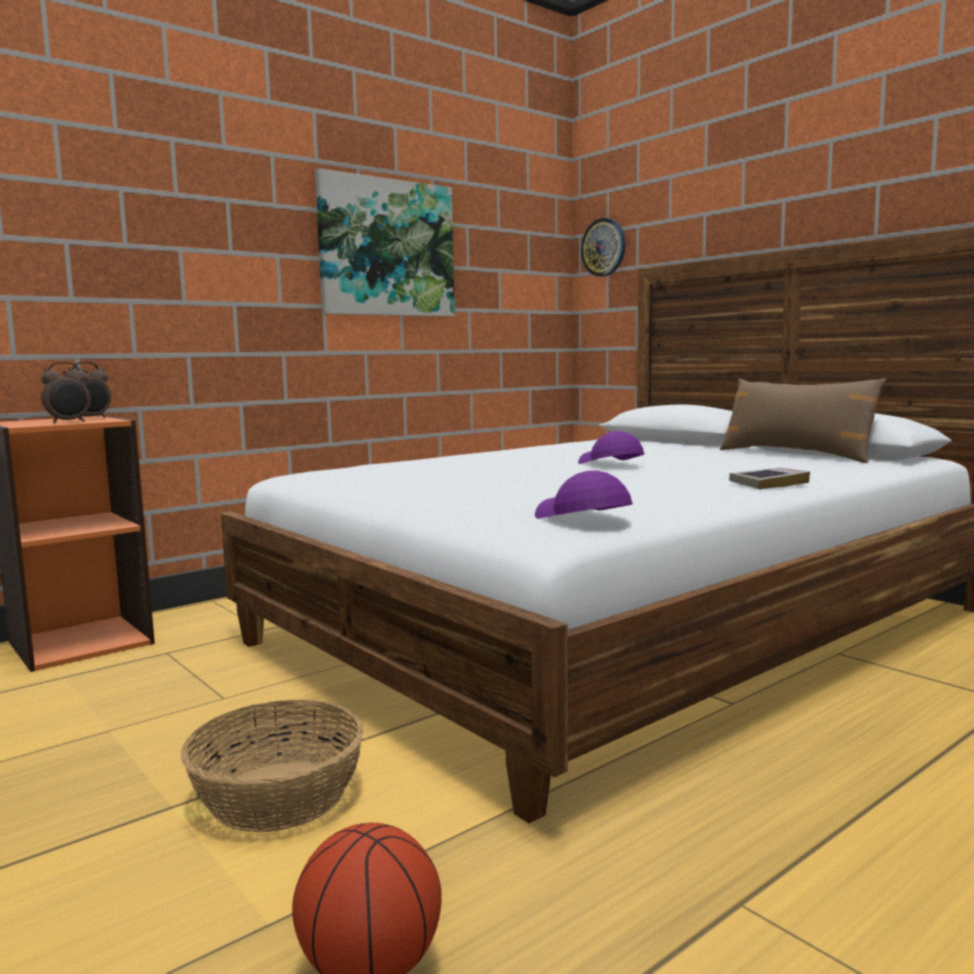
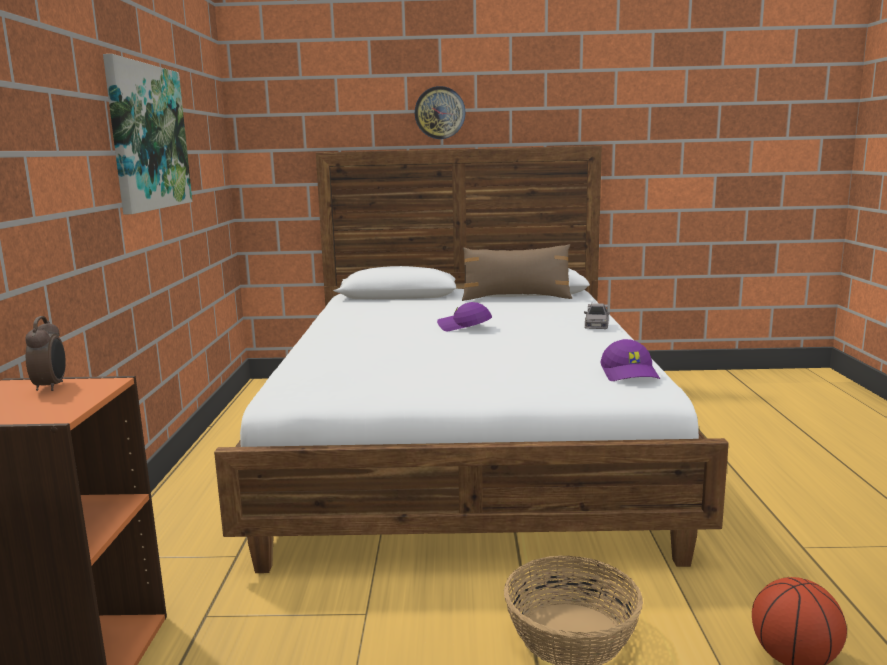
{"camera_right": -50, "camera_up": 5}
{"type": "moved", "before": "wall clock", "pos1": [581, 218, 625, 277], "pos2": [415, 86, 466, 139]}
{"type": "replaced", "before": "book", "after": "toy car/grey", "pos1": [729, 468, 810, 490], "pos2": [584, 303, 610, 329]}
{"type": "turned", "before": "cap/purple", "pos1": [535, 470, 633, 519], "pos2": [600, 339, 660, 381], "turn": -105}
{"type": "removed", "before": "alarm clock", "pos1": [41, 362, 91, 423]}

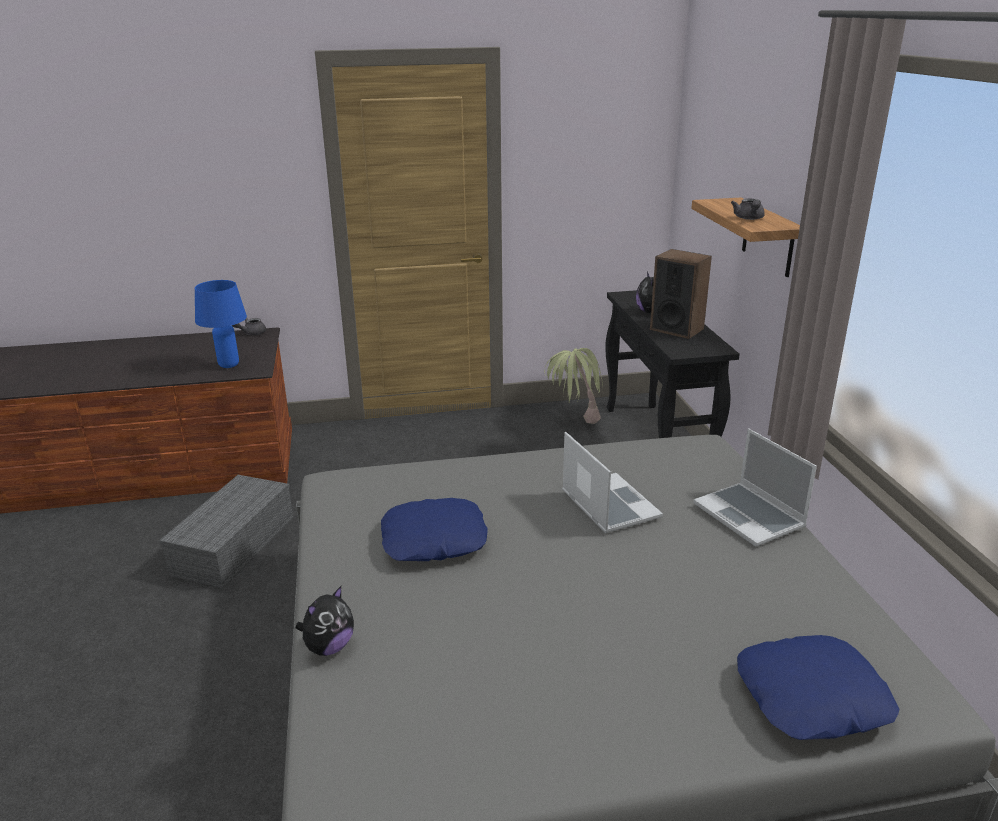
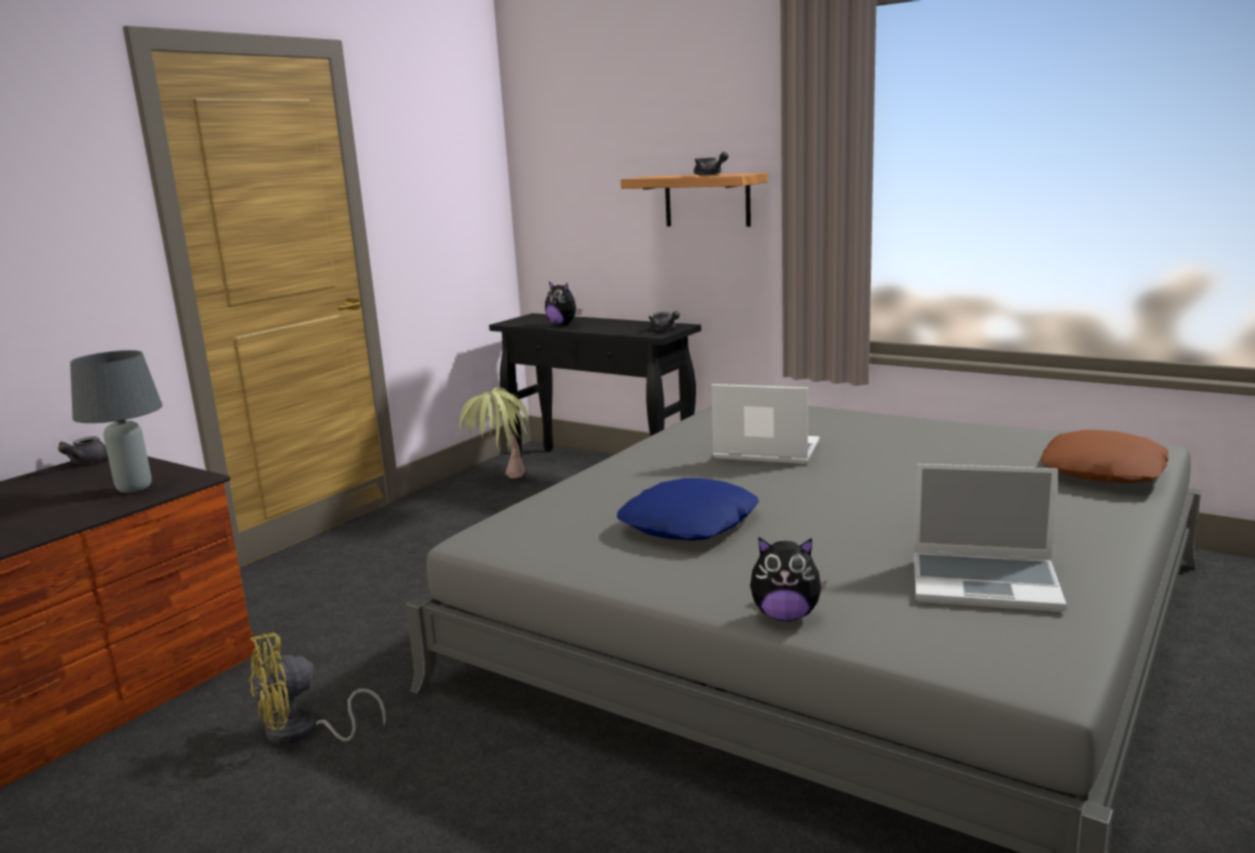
{"camera_right": -45, "camera_up": -10}
{"type": "recoloured", "before": "table lamp/blue", "after": "table lamp/grey", "pos1": [195, 280, 247, 368], "pos2": [70, 350, 162, 493]}
{"type": "replaced", "before": "storage box/grey", "after": "fan/yellow", "pos1": [159, 475, 293, 588], "pos2": [249, 633, 386, 744]}
{"type": "added", "after": "teapot/grey", "pos2": [649, 311, 680, 330]}
{"type": "turned", "before": "plush toy", "pos1": [296, 586, 354, 656], "pos2": [750, 537, 827, 621], "turn": 105}
{"type": "moved", "before": "laptop", "pos1": [694, 428, 817, 546], "pos2": [914, 464, 1066, 612]}
{"type": "recoloured", "before": "pillow/blue", "after": "pillow/brown", "pos1": [737, 635, 899, 740], "pos2": [1040, 430, 1169, 483]}
{"type": "removed", "before": "speaker", "pos1": [650, 249, 712, 339]}

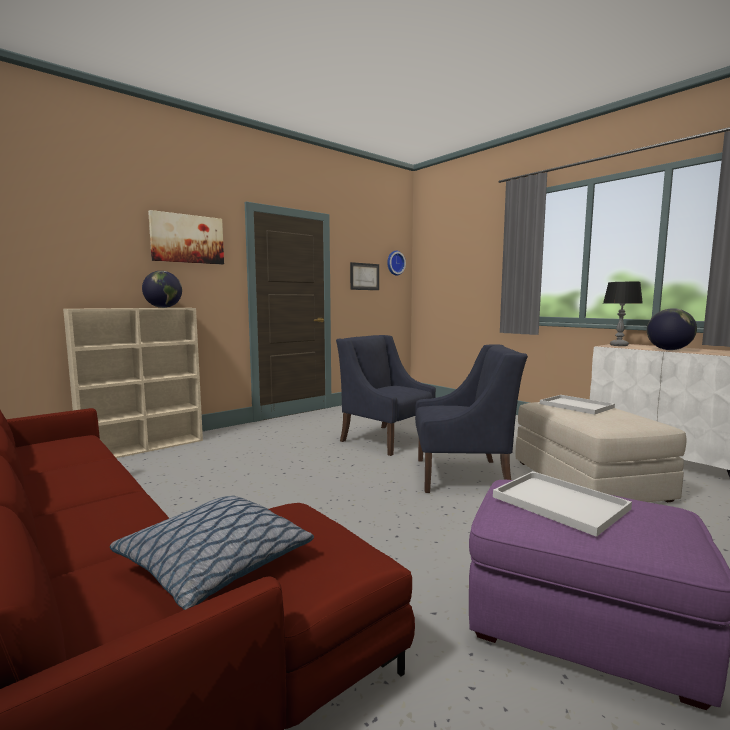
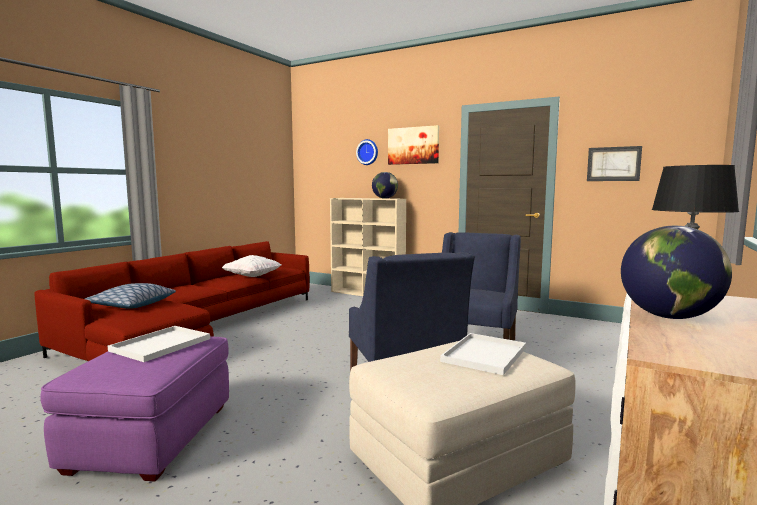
{"camera_right": 70, "camera_up": 0}
{"type": "added", "after": "pillow/white", "pos2": [222, 255, 281, 277]}
{"type": "moved", "before": "wall clock", "pos1": [387, 251, 406, 276], "pos2": [356, 139, 378, 165]}

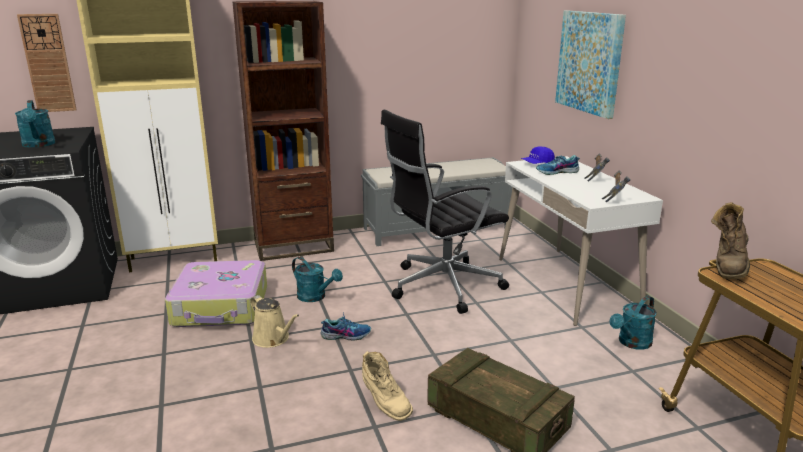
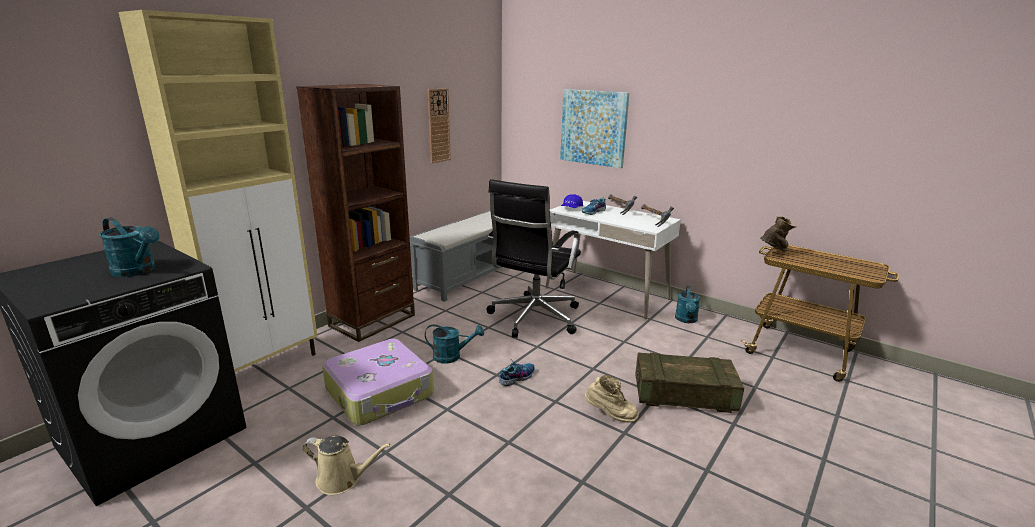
{"camera_right": -35, "camera_up": 0}
{"type": "moved", "before": "watering can/beige", "pos1": [250, 295, 299, 348], "pos2": [302, 435, 391, 495]}
{"type": "moved", "before": "wall clock", "pos1": [17, 14, 77, 112], "pos2": [427, 88, 451, 163]}
{"type": "turned", "before": "boot/brown", "pos1": [711, 202, 750, 279], "pos2": [760, 217, 797, 252], "turn": -120}

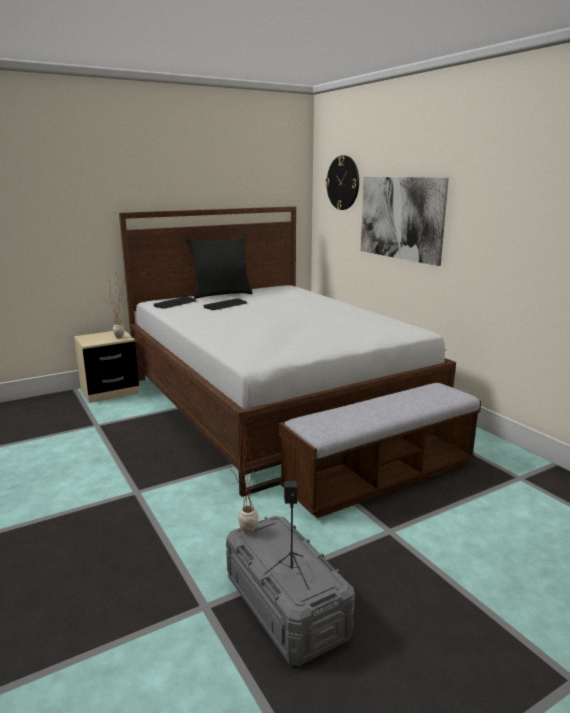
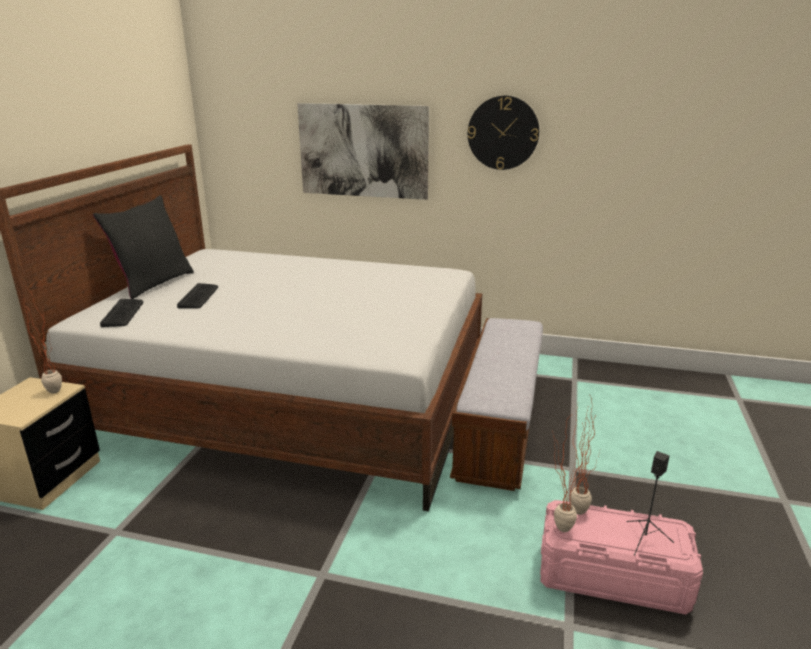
{"camera_right": -45, "camera_up": 5}
{"type": "moved", "before": "wall clock", "pos1": [325, 155, 359, 210], "pos2": [468, 96, 539, 170]}
{"type": "recoloured", "before": "storage box/grey", "after": "storage box/pink", "pos1": [226, 516, 355, 666], "pos2": [540, 500, 703, 615]}
{"type": "added", "after": "potted plant", "pos2": [570, 398, 599, 515]}

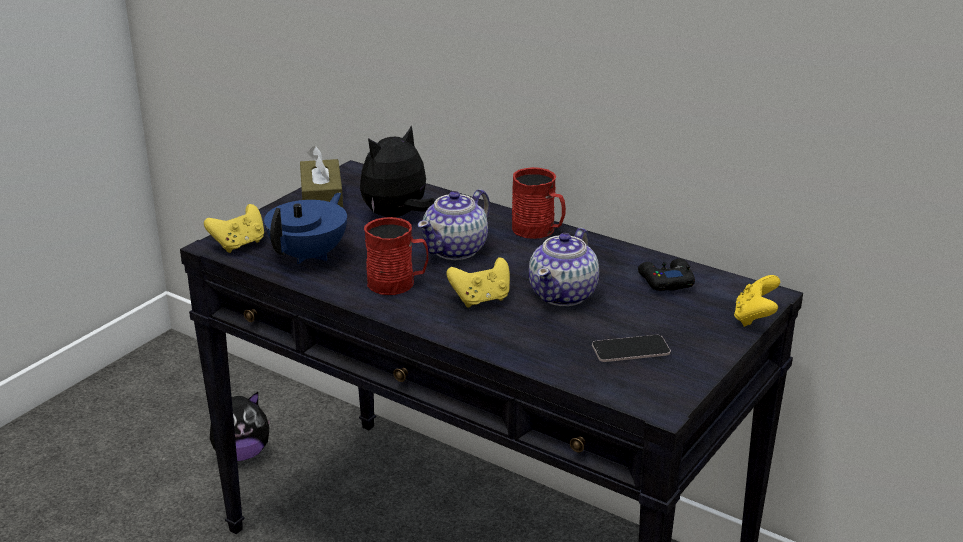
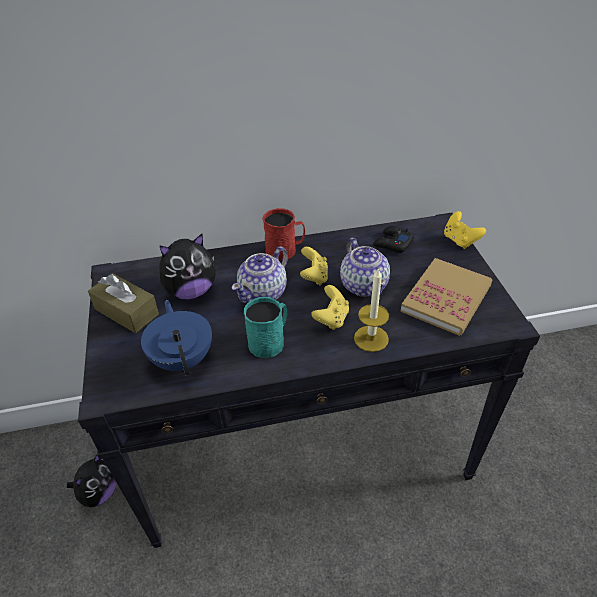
{"camera_right": -45, "camera_up": 15}
{"type": "turned", "before": "plush toy", "pos1": [360, 125, 435, 217], "pos2": [159, 234, 216, 299], "turn": -120}
{"type": "turned", "before": "teapot", "pos1": [418, 189, 490, 260], "pos2": [232, 247, 288, 303], "turn": 45}
{"type": "recoloured", "before": "mug/red", "after": "mug/turquoise", "pos1": [364, 217, 428, 295], "pos2": [244, 297, 287, 358]}
{"type": "moved", "before": "game controller/yellow", "pos1": [204, 204, 264, 253], "pos2": [300, 247, 328, 286]}
{"type": "added", "after": "candle", "pos2": [354, 268, 389, 352]}
{"type": "replaced", "before": "phone", "after": "book", "pos1": [592, 335, 671, 362], "pos2": [400, 258, 493, 336]}

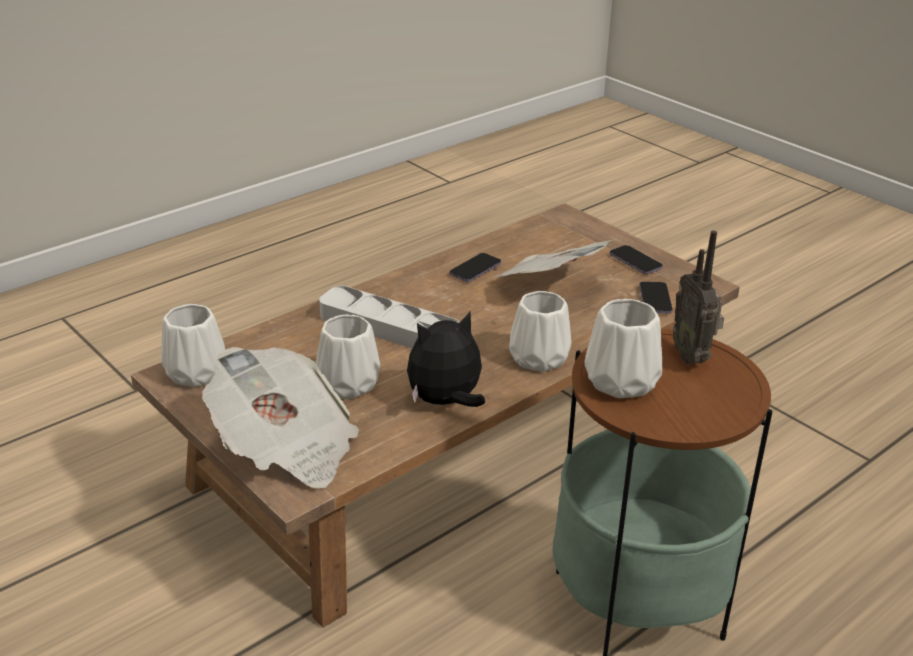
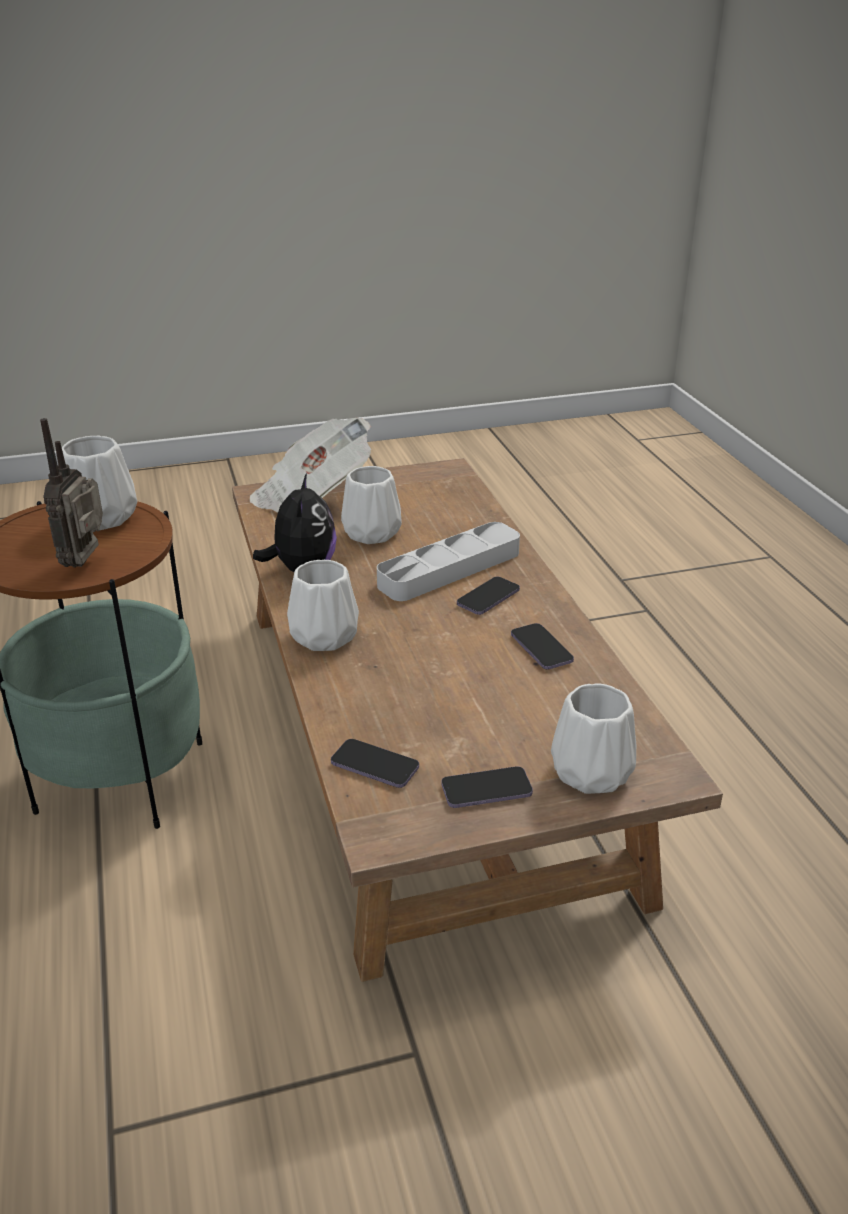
{"camera_right": 115, "camera_up": 0}
{"type": "turned", "before": "radio", "pos1": [673, 230, 724, 365], "pos2": [40, 418, 103, 567], "turn": -90}
{"type": "added", "after": "phone", "pos2": [457, 577, 520, 615]}
{"type": "moved", "before": "vase/white", "pos1": [161, 304, 225, 387], "pos2": [551, 683, 636, 794]}
{"type": "removed", "before": "newspaper", "pos1": [495, 239, 615, 277]}

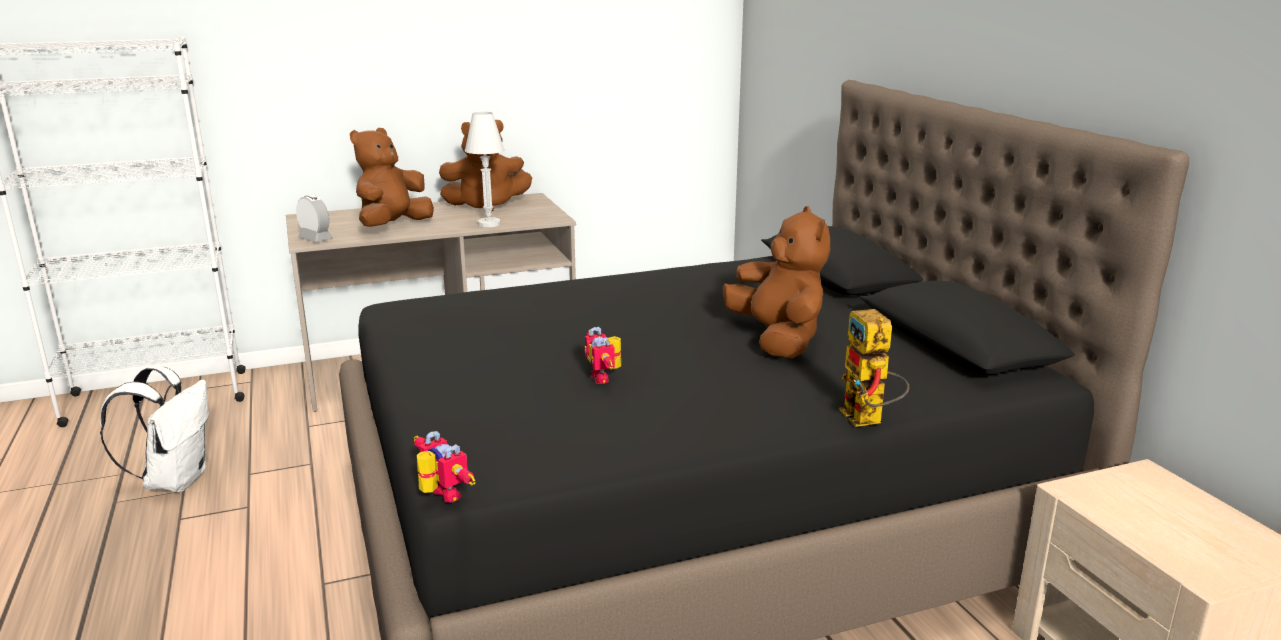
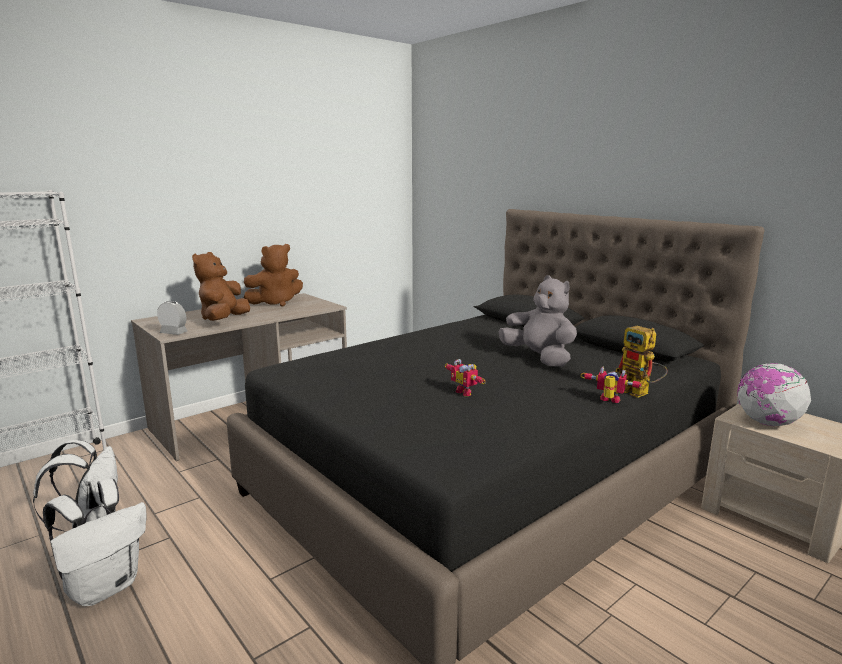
{"camera_right": -20, "camera_up": -5}
{"type": "added", "after": "backpack/white", "pos2": [43, 478, 146, 606]}
{"type": "recoloured", "before": "plush toy/brown", "after": "plush toy/grey", "pos1": [723, 206, 830, 359], "pos2": [499, 275, 577, 367]}
{"type": "moved", "before": "toy robot", "pos1": [414, 431, 476, 503], "pos2": [580, 366, 645, 403]}
{"type": "added", "after": "globe", "pos2": [737, 363, 811, 426]}
{"type": "removed", "before": "table lamp/white", "pos1": [465, 112, 505, 227]}

